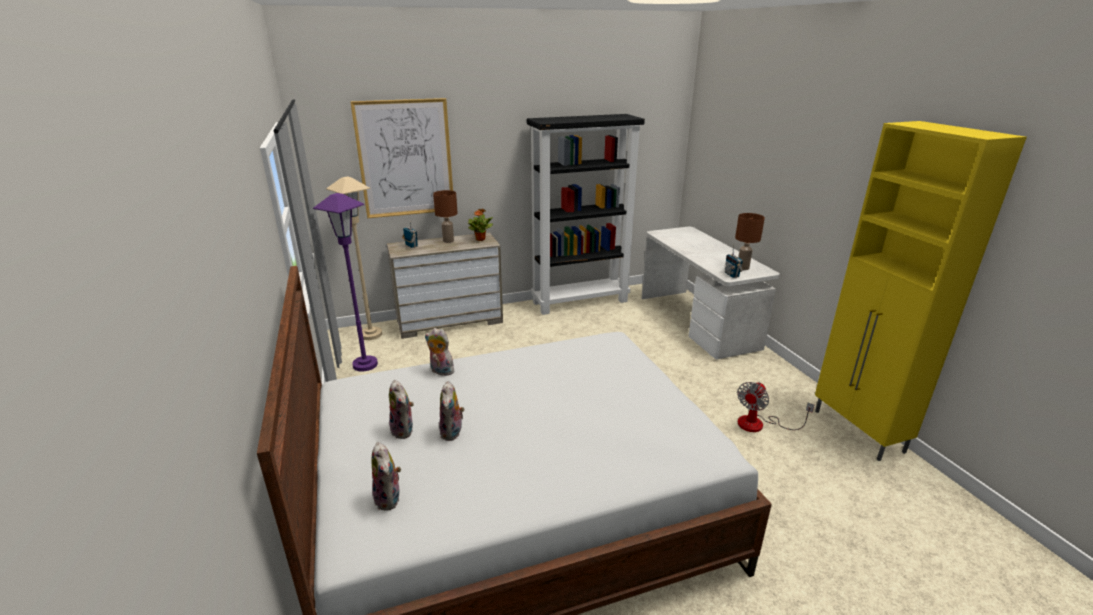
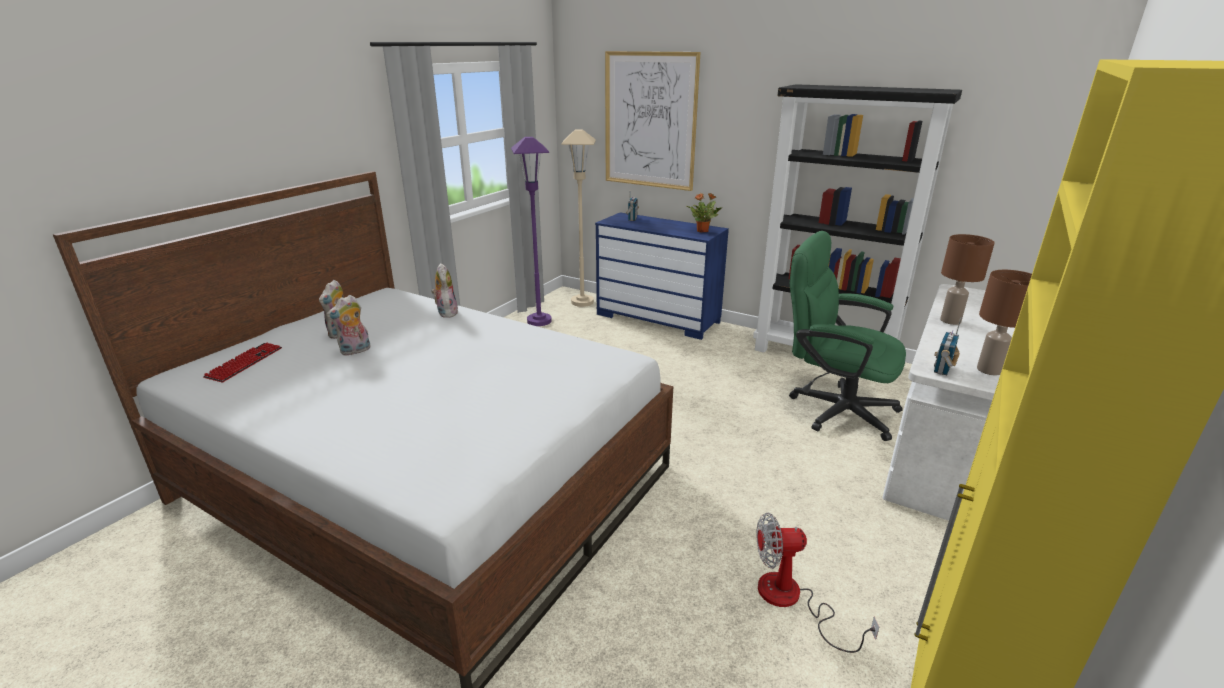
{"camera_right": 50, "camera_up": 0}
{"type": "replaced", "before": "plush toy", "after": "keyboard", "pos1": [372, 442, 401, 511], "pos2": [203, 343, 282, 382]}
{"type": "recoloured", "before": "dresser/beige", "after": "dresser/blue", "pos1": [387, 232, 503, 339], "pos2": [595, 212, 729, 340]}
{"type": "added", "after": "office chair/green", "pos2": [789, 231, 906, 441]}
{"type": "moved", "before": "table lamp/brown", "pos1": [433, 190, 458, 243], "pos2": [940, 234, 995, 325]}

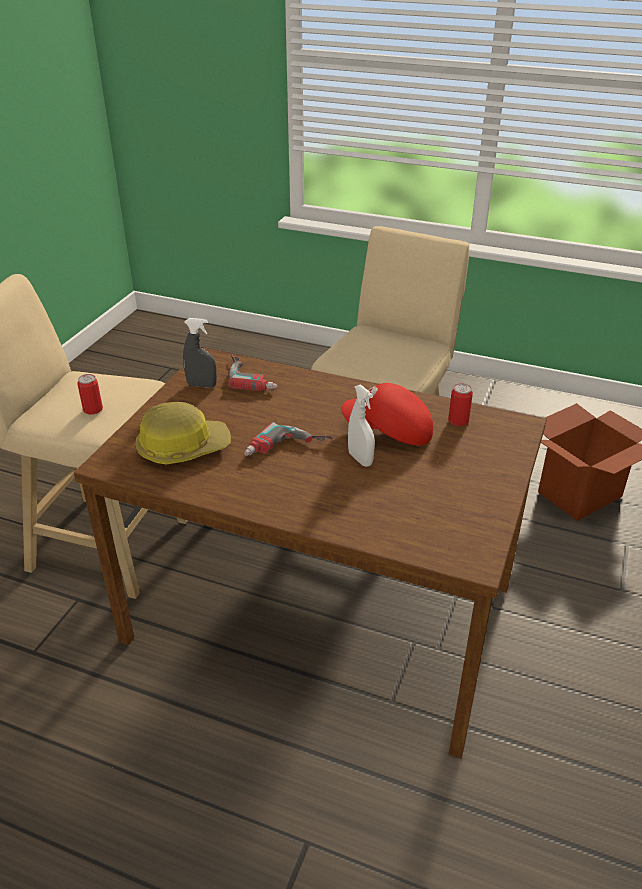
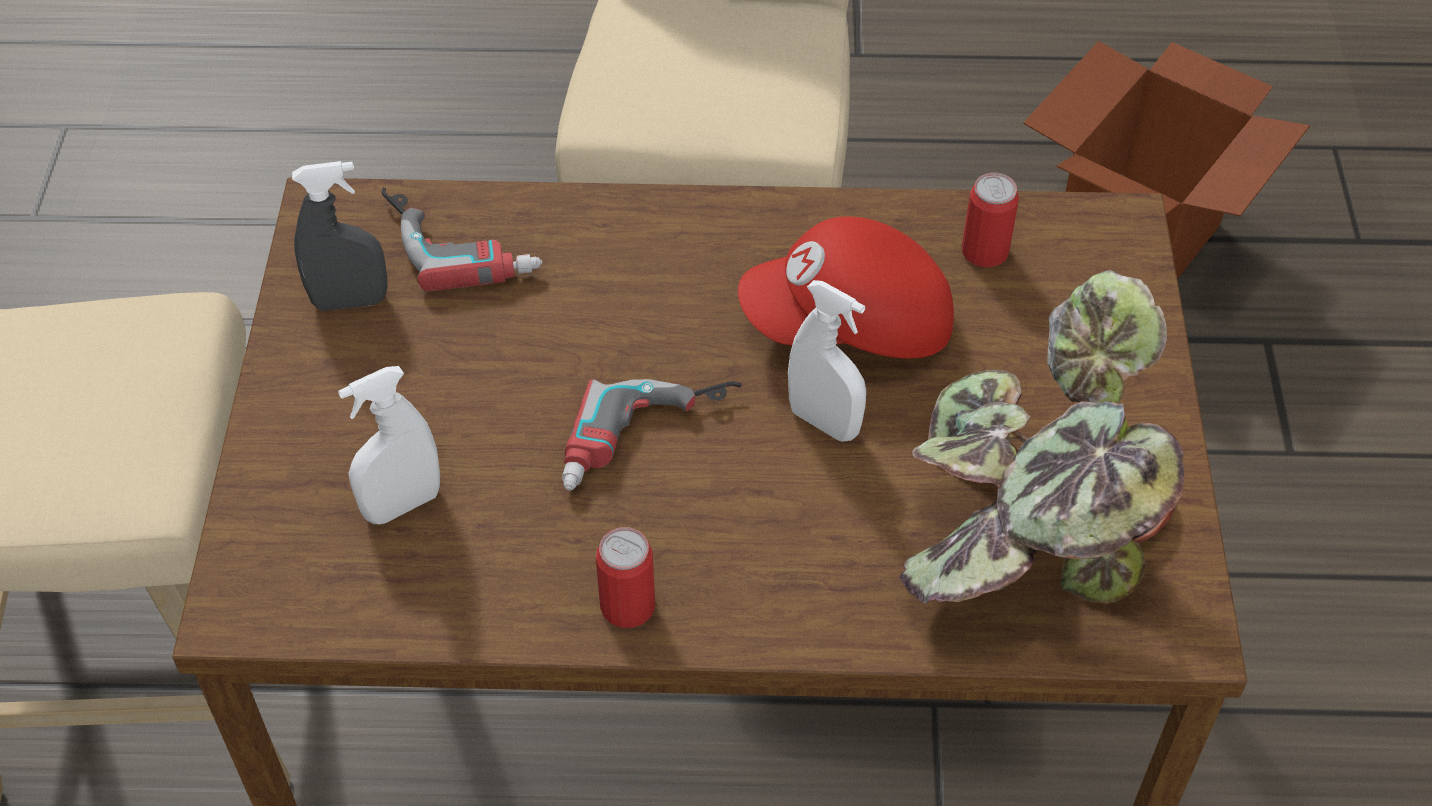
{"camera_right": -20, "camera_up": 15}
{"type": "replaced", "before": "hard hat", "after": "spray bottle/white", "pos1": [135, 402, 231, 464], "pos2": [338, 366, 440, 524]}
{"type": "moved", "before": "can", "pos1": [77, 374, 103, 414], "pos2": [596, 527, 655, 628]}
{"type": "added", "after": "potted plant", "pos2": [899, 270, 1184, 604]}

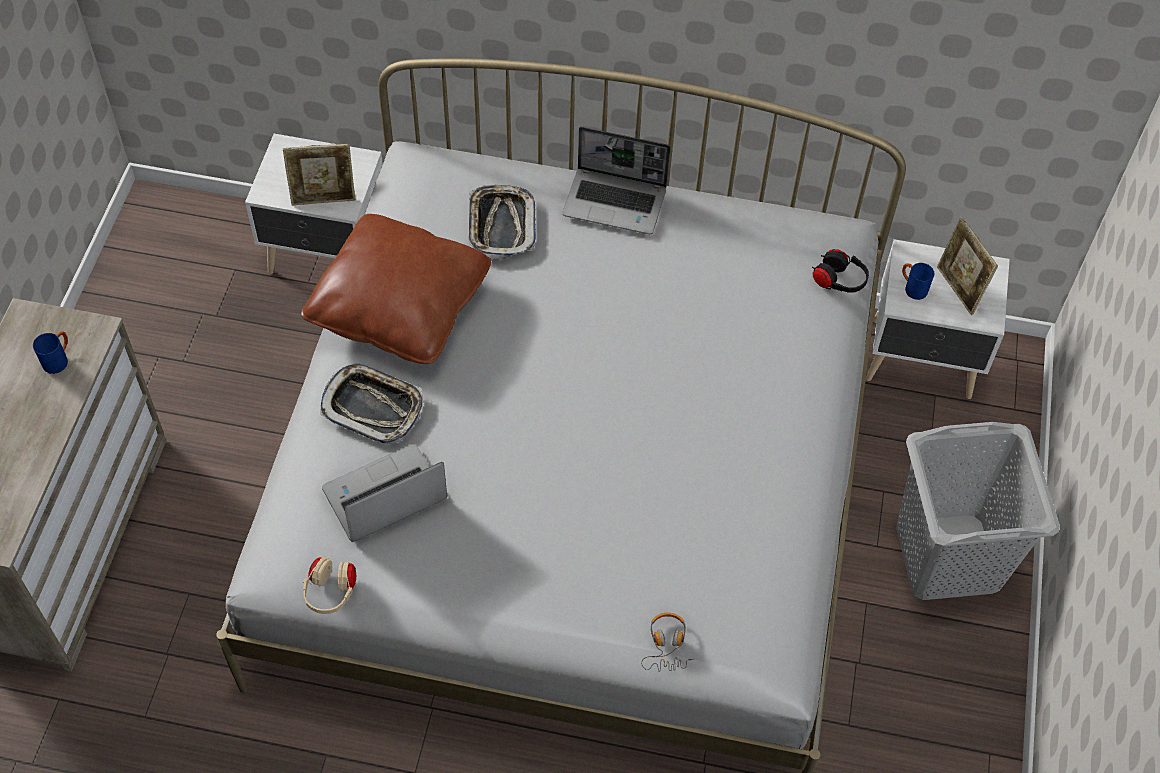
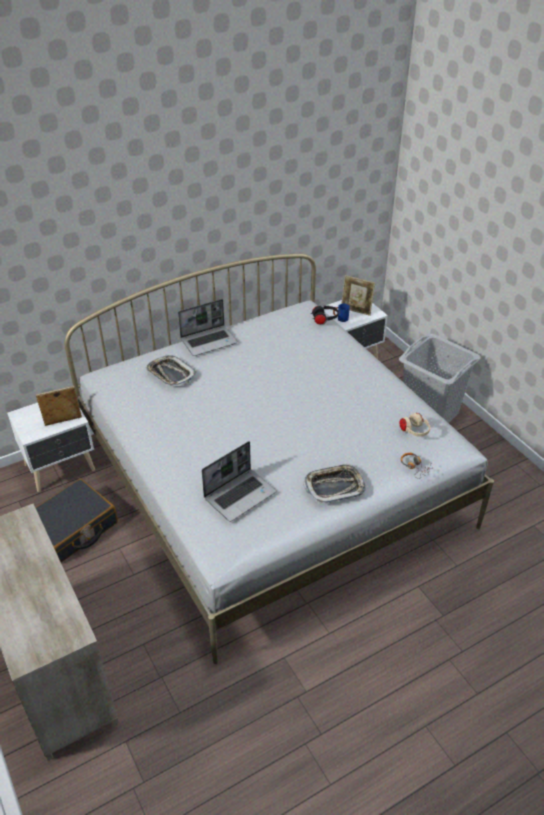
{"camera_right": -40, "camera_up": -15}
{"type": "added", "after": "suitcase/black", "pos2": [35, 479, 118, 562]}
{"type": "turned", "before": "picture frame", "pos1": [283, 144, 356, 206], "pos2": [36, 386, 82, 426], "turn": -150}
{"type": "turned", "before": "laptop", "pos1": [322, 444, 447, 542], "pos2": [202, 441, 276, 522], "turn": -150}
{"type": "moved", "before": "tray", "pos1": [320, 364, 423, 444], "pos2": [303, 463, 366, 503]}
{"type": "moved", "before": "headphones/beige", "pos1": [303, 556, 356, 614], "pos2": [400, 413, 430, 436]}
{"type": "removed", "before": "mug/blue", "pos1": [33, 331, 68, 374]}
{"type": "removed", "before": "pillow/brown", "pos1": [301, 214, 491, 364]}

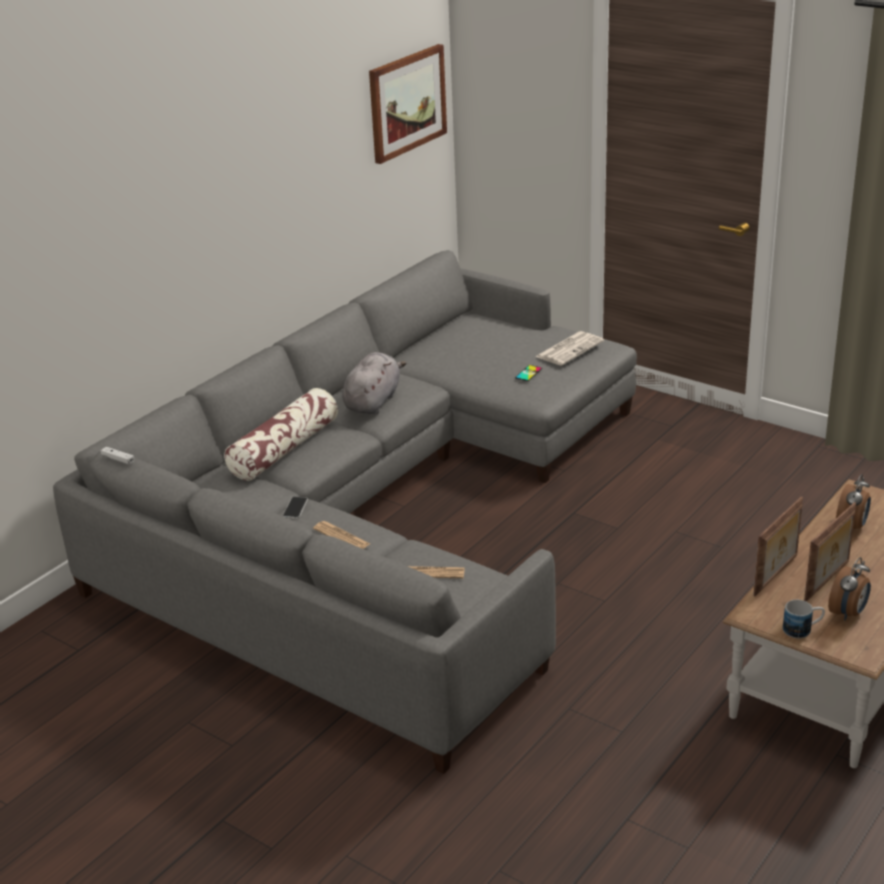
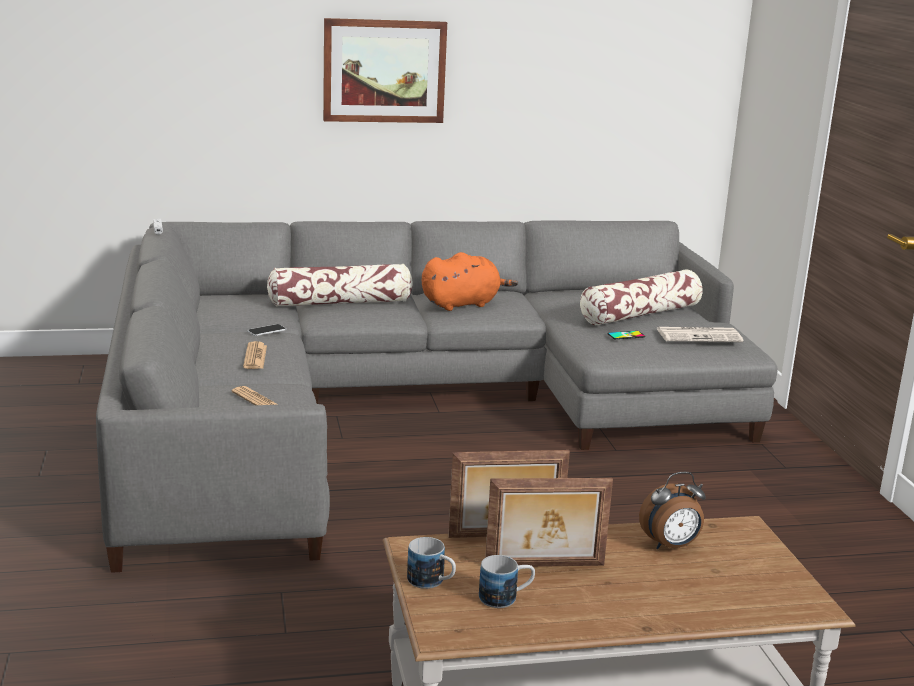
{"camera_right": 40, "camera_up": -10}
{"type": "moved", "before": "picture", "pos1": [369, 44, 447, 164], "pos2": [323, 18, 447, 123]}
{"type": "recoloured", "before": "plush toy/grey", "after": "plush toy/orange", "pos1": [342, 352, 407, 414], "pos2": [422, 252, 518, 311]}
{"type": "replaced", "before": "alarm clock", "after": "mug", "pos1": [828, 557, 871, 621], "pos2": [479, 555, 535, 608]}
{"type": "added", "after": "pillow", "pos2": [580, 269, 703, 325]}

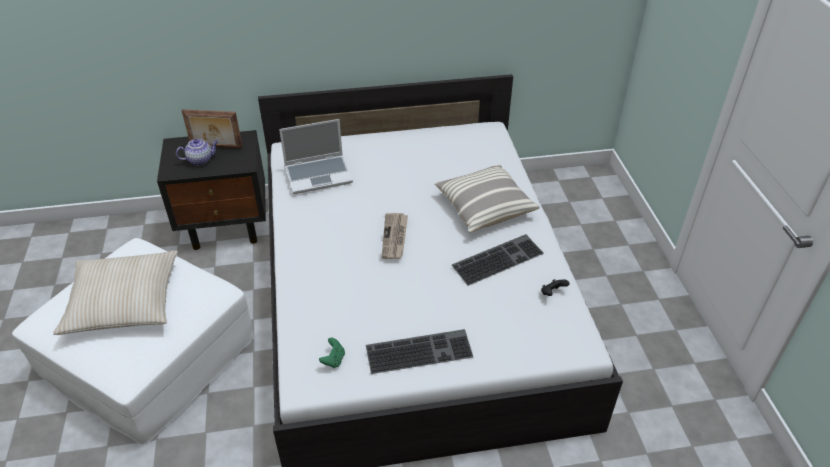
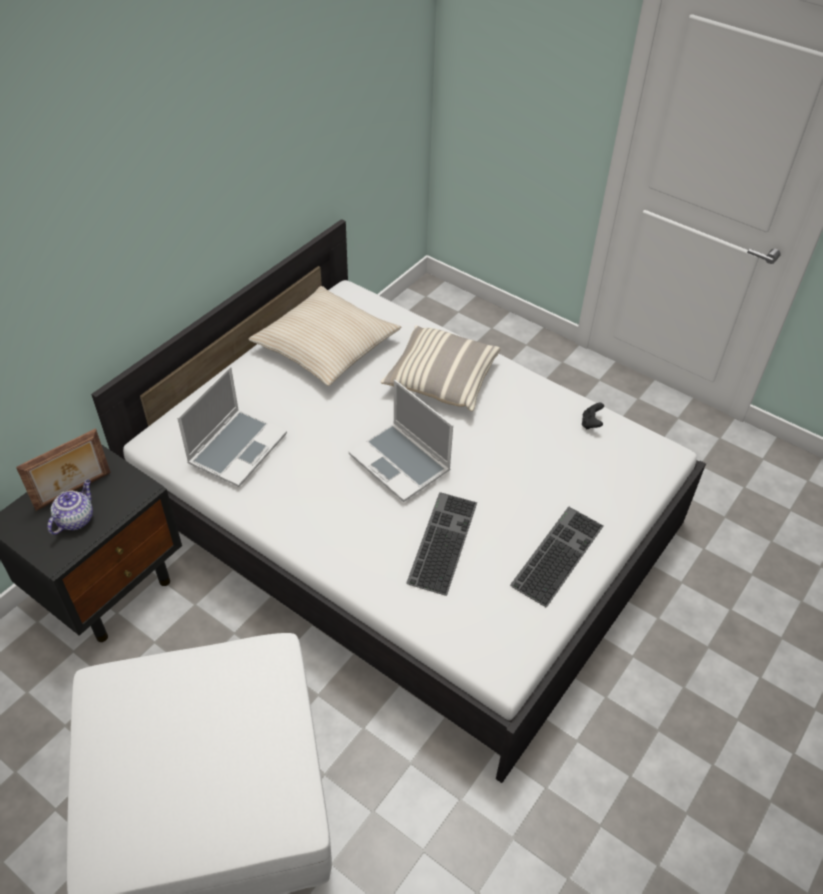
{"camera_right": -45, "camera_up": 5}
{"type": "moved", "before": "pillow/beige", "pos1": [53, 250, 178, 335], "pos2": [249, 286, 401, 386]}
{"type": "replaced", "before": "newspaper", "after": "laptop", "pos1": [382, 213, 408, 259], "pos2": [349, 380, 453, 502]}
{"type": "moved", "before": "keyboard", "pos1": [452, 234, 544, 286], "pos2": [406, 492, 477, 596]}
{"type": "removed", "before": "game controller/green", "pos1": [319, 337, 345, 368]}

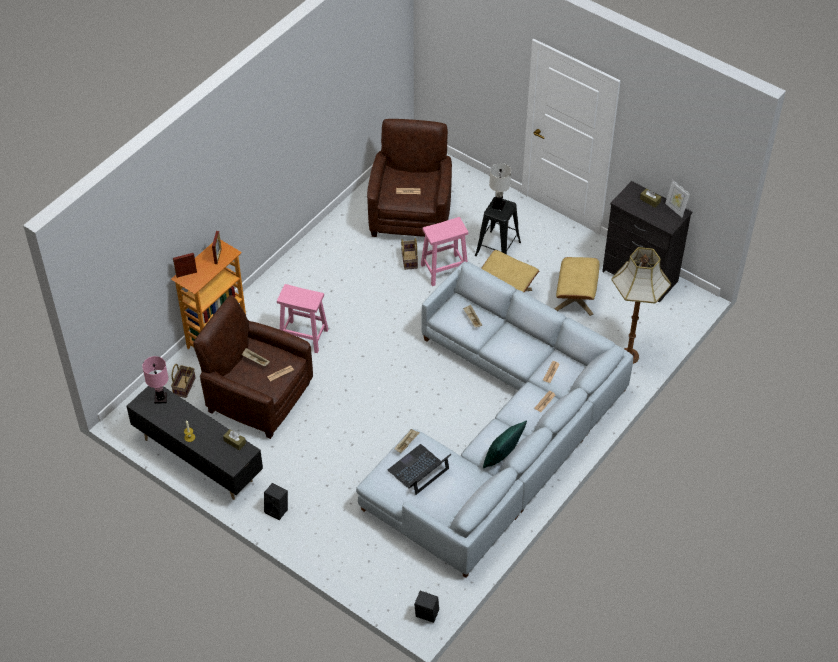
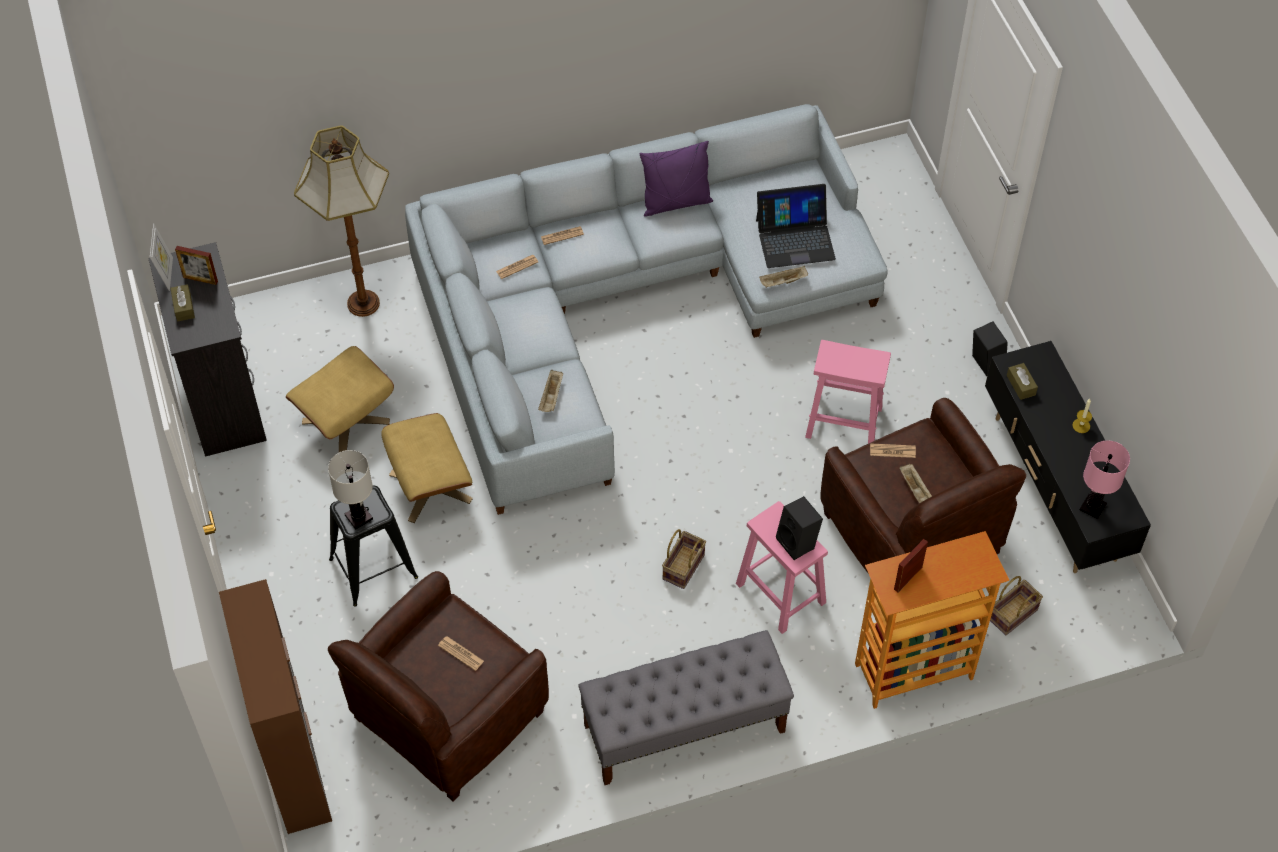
{"camera_right": -145, "camera_up": 5}
{"type": "moved", "before": "picture frame", "pos1": [173, 253, 197, 278], "pos2": [175, 246, 218, 285]}
{"type": "added", "after": "cabinet/brown", "pos2": [219, 579, 332, 834]}
{"type": "added", "after": "bench/grey", "pos2": [578, 630, 794, 785]}
{"type": "recoloured", "before": "pillow/green", "after": "pillow/purple", "pos1": [483, 421, 527, 468], "pos2": [640, 141, 713, 217]}
{"type": "moved", "before": "basket", "pos1": [401, 238, 418, 270], "pos2": [662, 529, 706, 589]}
{"type": "moved", "before": "speaker/black", "pos1": [414, 591, 439, 623], "pos2": [776, 496, 823, 560]}
{"type": "moved", "before": "stool/pink", "pos1": [421, 217, 468, 286], "pos2": [805, 340, 891, 444]}

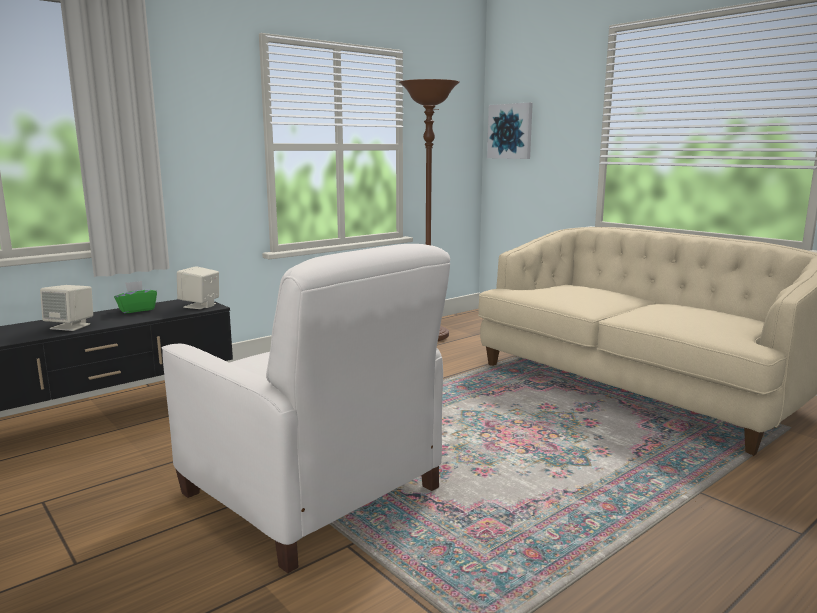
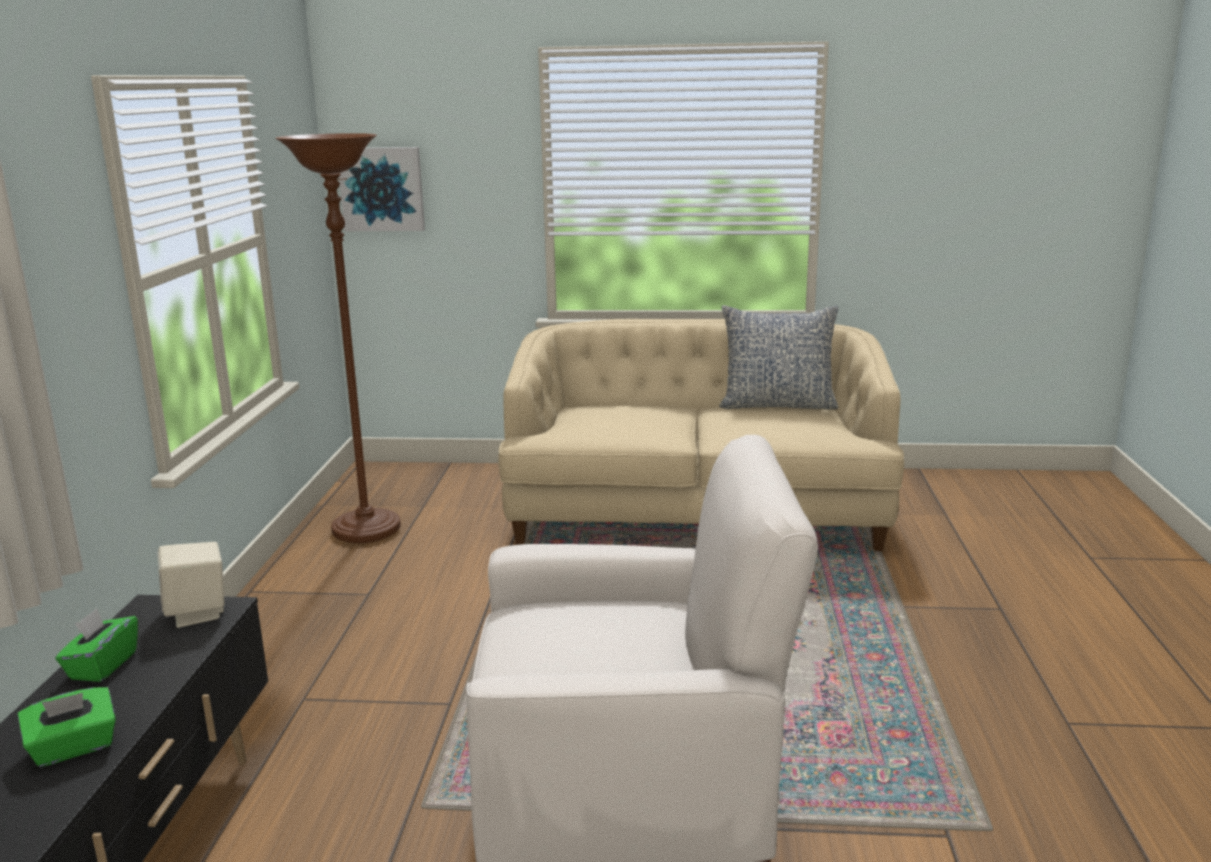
{"camera_right": -45, "camera_up": 5}
{"type": "replaced", "before": "speaker/beige", "after": "tissue box/green", "pos1": [40, 285, 93, 331], "pos2": [18, 687, 116, 767]}
{"type": "added", "after": "pillow", "pos2": [719, 305, 838, 409]}

